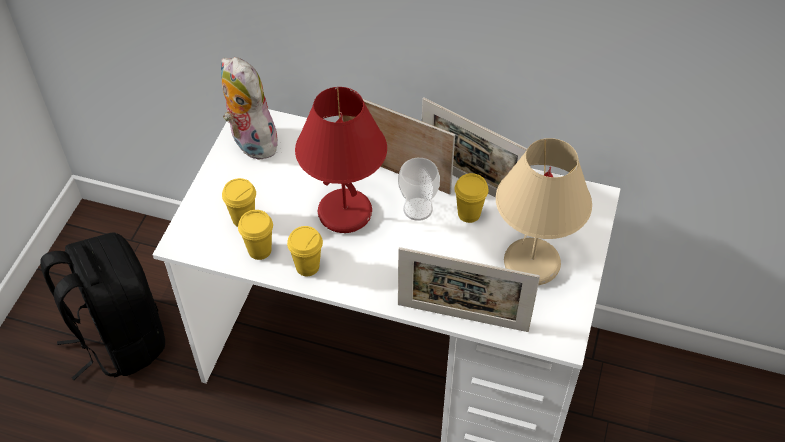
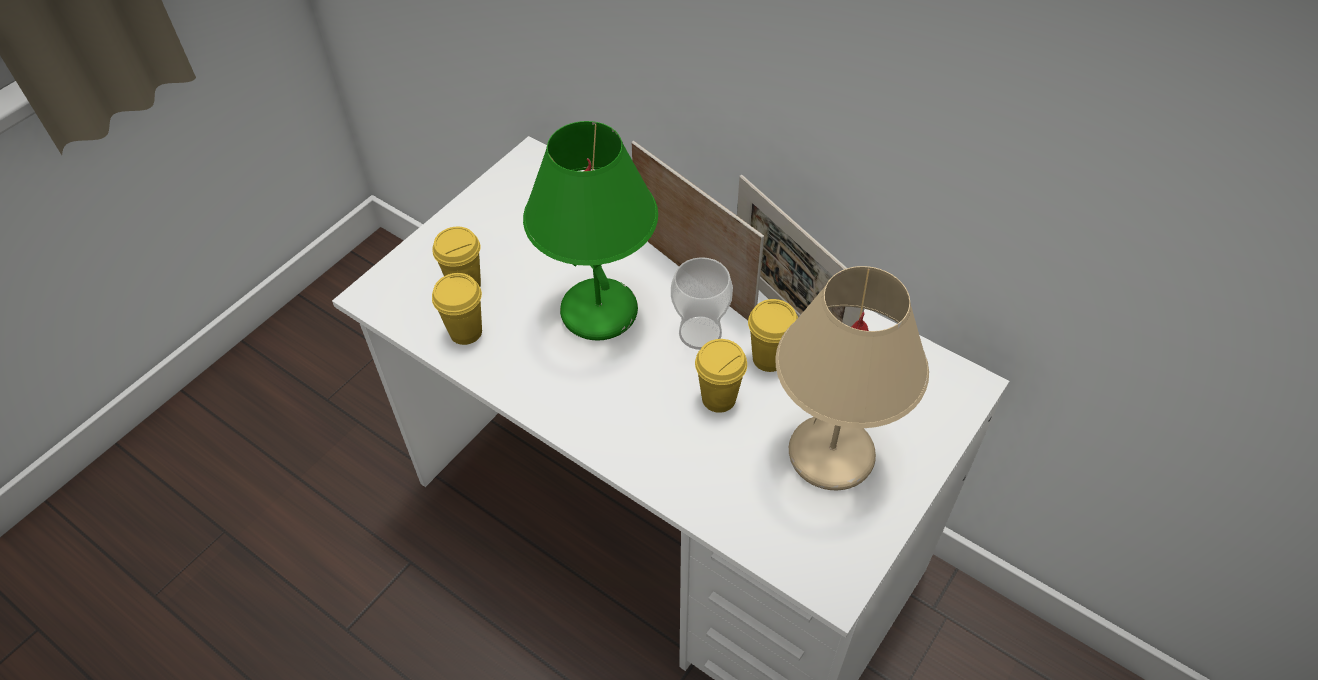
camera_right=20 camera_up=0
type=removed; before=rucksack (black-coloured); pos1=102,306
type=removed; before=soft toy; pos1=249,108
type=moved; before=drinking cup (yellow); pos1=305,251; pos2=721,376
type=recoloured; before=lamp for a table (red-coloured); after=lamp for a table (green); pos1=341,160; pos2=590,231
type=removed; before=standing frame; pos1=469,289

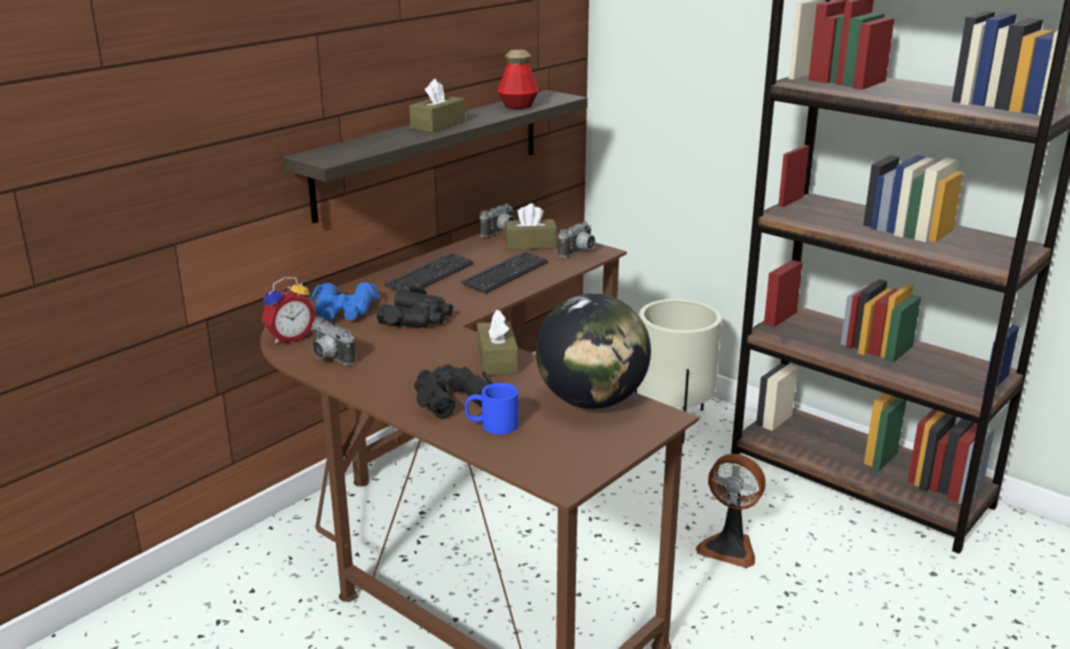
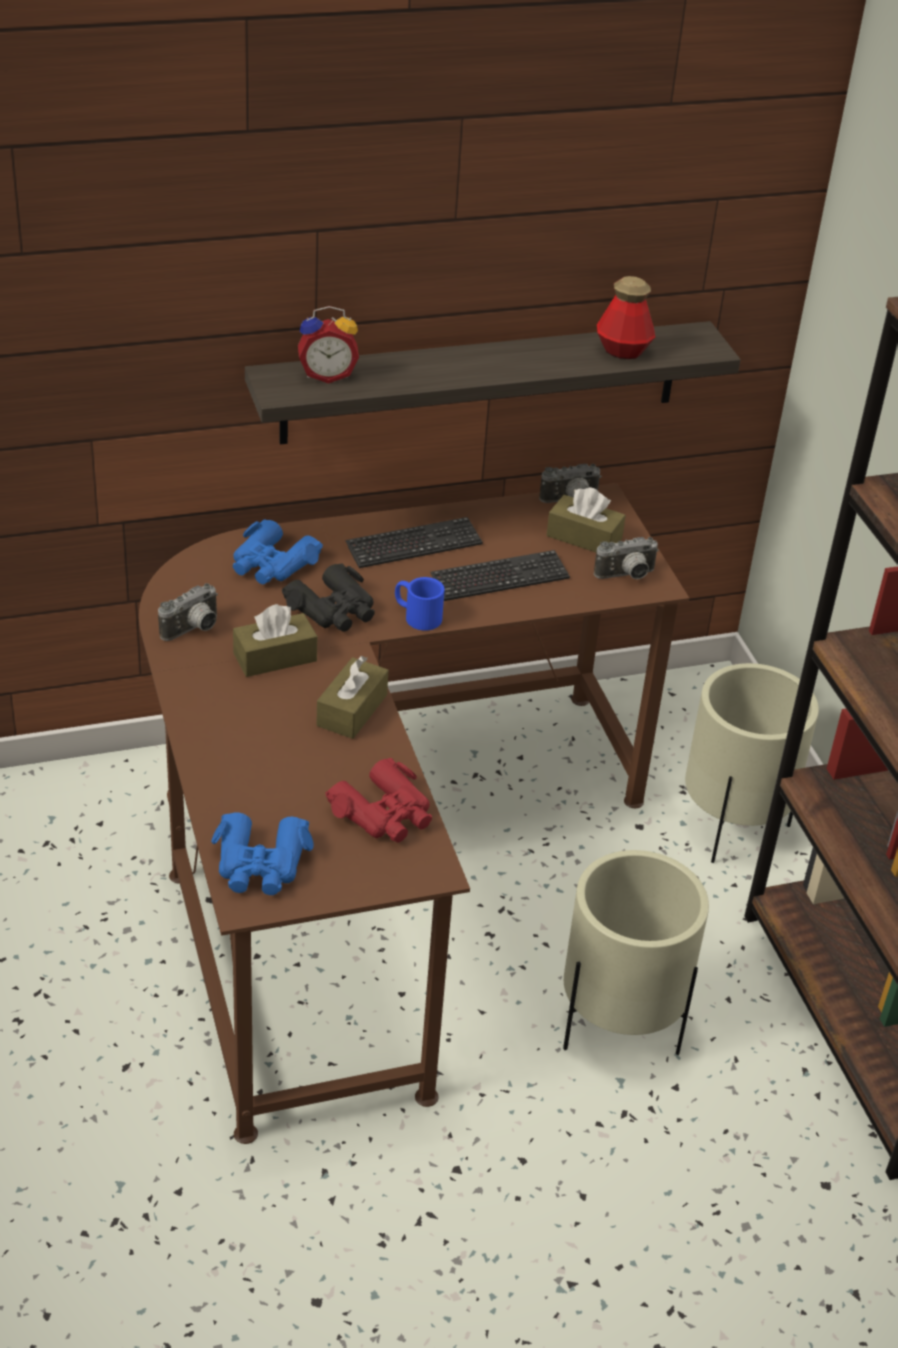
camera_right=30 camera_up=15
type=moved; before=bedside clock; pos1=288,310; pos2=328,345
type=turned; before=photo camera; pos1=333,341; pos2=188,612; turn=-120
type=moved; before=tissue box (brown-coloured); pos1=437,106; pos2=275,640
type=removed; before=pair of binoculars (black-coloured); pos1=454,391
type=moved; before=tea mug (blue-coloured); pos1=491,409; pos2=420,604
type=replaced; before=globe; after=pair of binoculars (red-coloured); pos1=593,351; pos2=378,800
type=replaced; before=cooling fan; after=planter (beige); pos1=731,511; pos2=636,952
type=added; after=pair of binoculars (blue-coloured); pos2=262,854

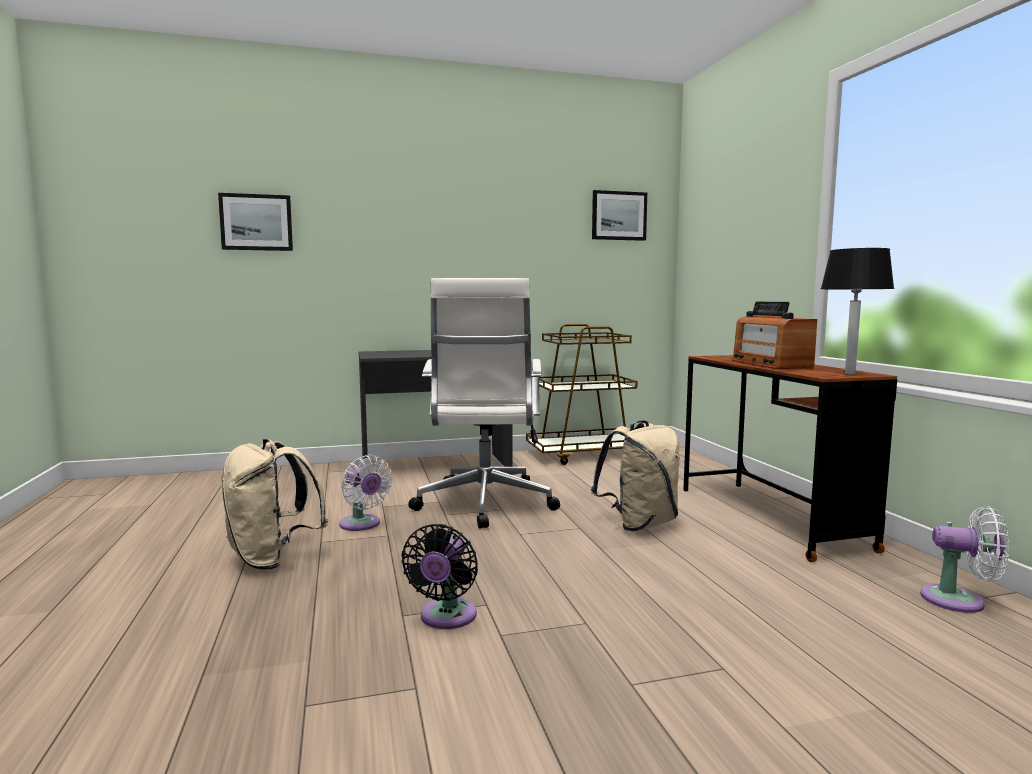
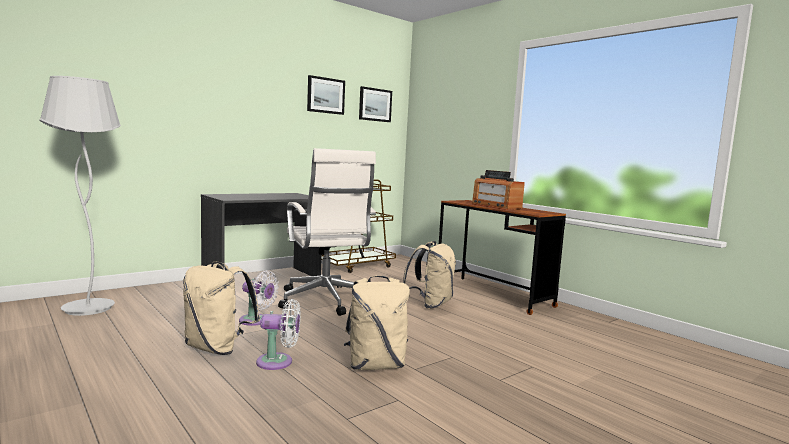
camera_right=-25 camera_up=0
type=moved; before=wall picture; pos1=255,222; pos2=326,95
type=replaced; before=cooling fan (black-coloured); after=rucksack (beige); pos1=439,576; pos2=377,322
type=removed; before=lamp for a table; pos1=857,311
type=moved; before=cooling fan (white-coloured); pos1=964,559; pos2=278,334
type=added; after=standard lamp (white-coloured); pos2=80,196

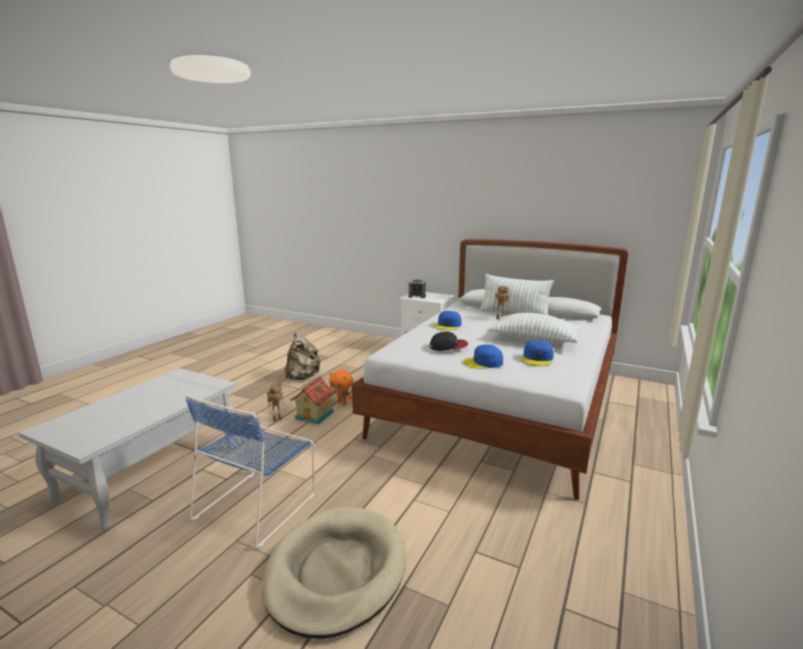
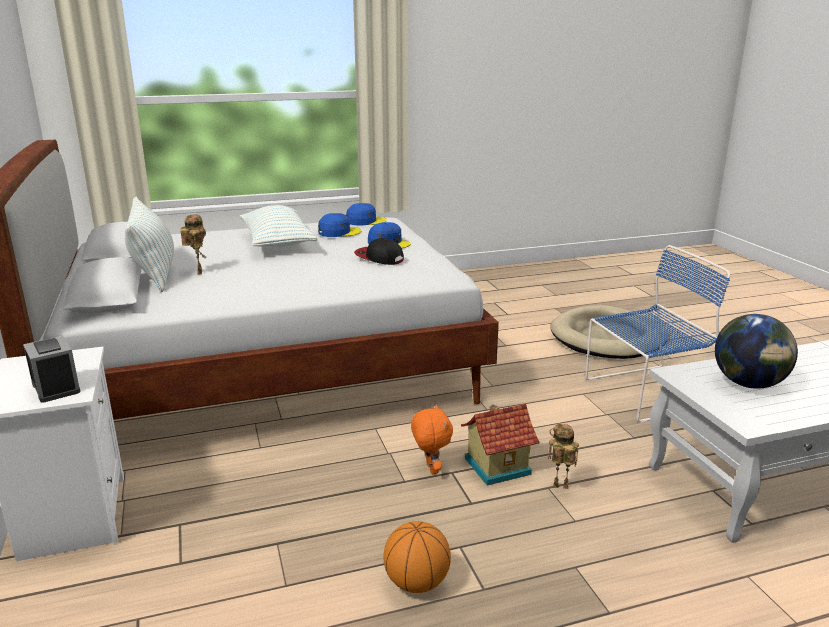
camera_right=-135 camera_up=5
type=replaced; before=rucksack (beige); after=basketball; pos1=302,356; pos2=417,557
type=moved; before=peaked cap (blue-coloured); pos1=448,320; pos2=366,214
type=added; after=globe; pos2=756,351

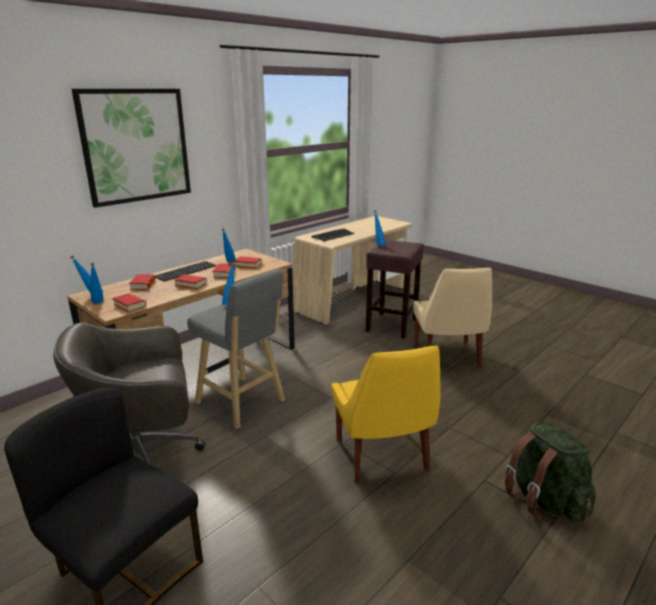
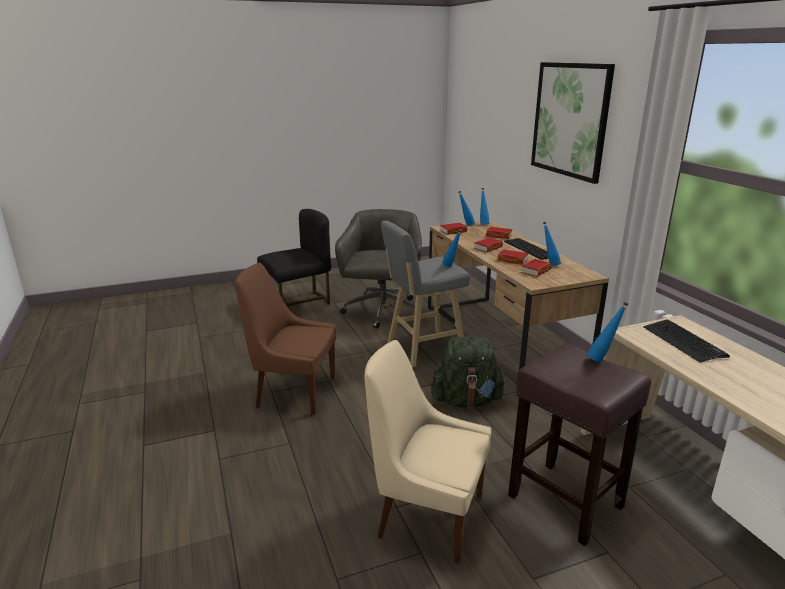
camera_right=115 camera_up=0
type=recoloured; before=chair (yellow); after=chair (brown-coloured); pos1=385,414; pos2=285,339
type=moved; before=rucksack (green); pos1=550,471; pos2=468,372

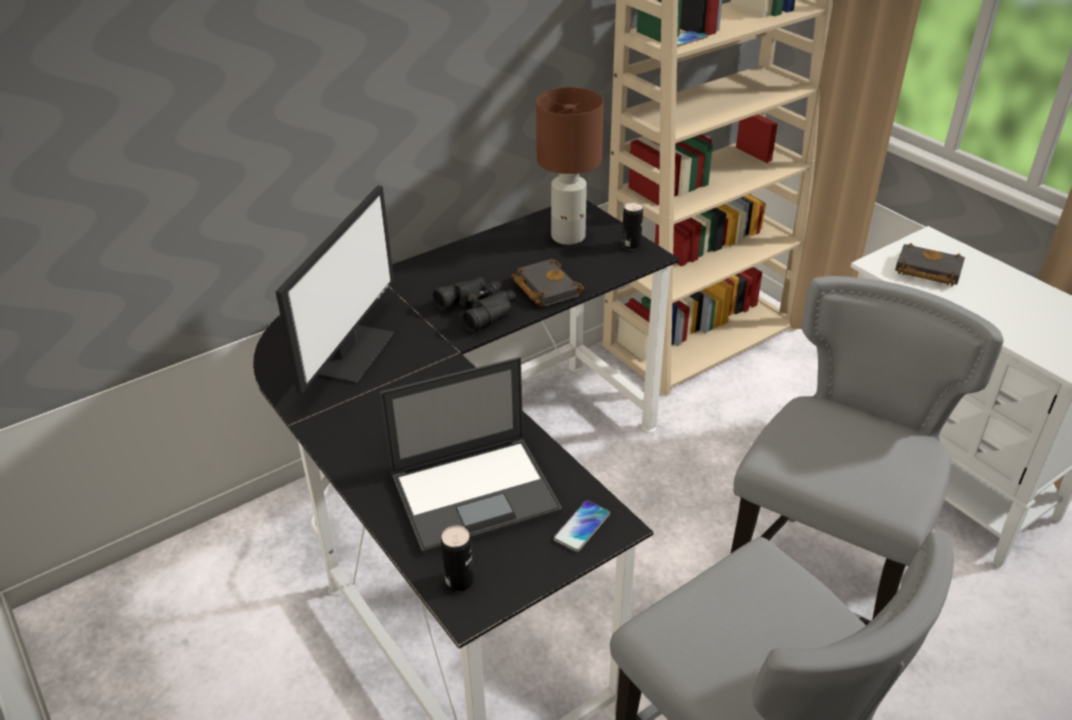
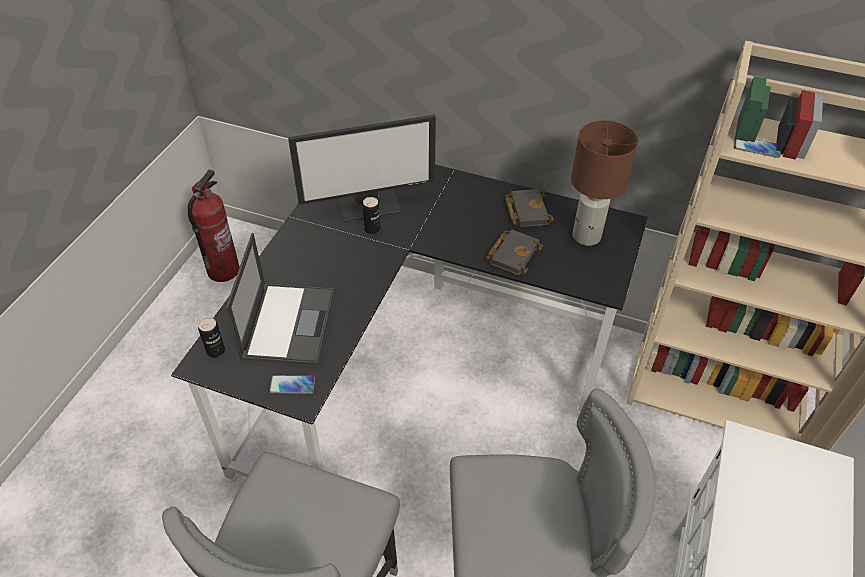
camera_right=55 camera_up=10
type=turned; before=laptop; pos1=471,456; pos2=280,299; turn=-120
type=removed; before=pair of binoculars (black-coloured); pos1=474,304
type=moved; before=metal can; pos1=632,226; pos2=371,215
type=moved; before=volume (black-coloured); pos1=930,264; pos2=529,208
type=added; after=fire extinguisher; pos2=213,225

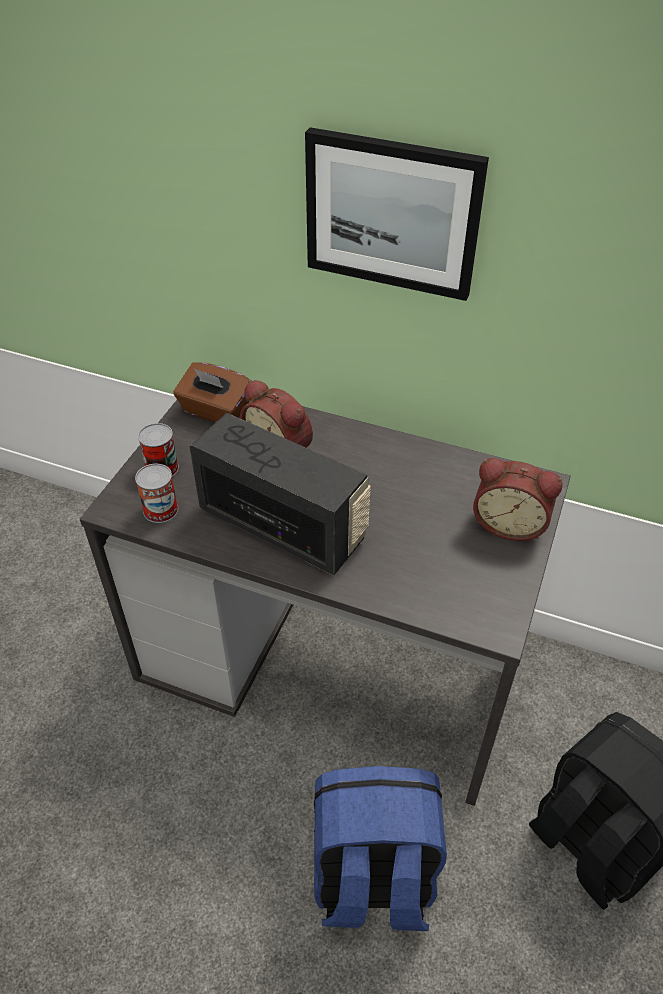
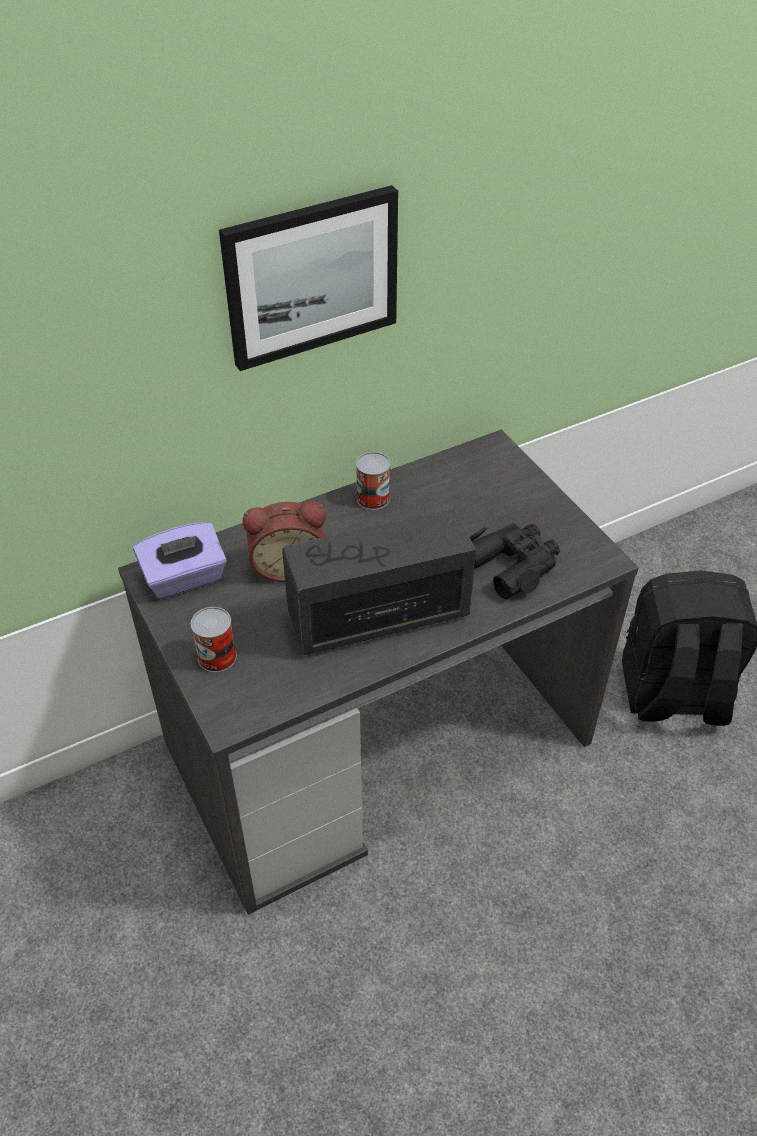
camera_right=-50 camera_up=0
type=moved; before=metal can; pos1=156,493; pos2=373,481
type=recoloured; before=tissue box (brown-coloured); after=tissue box (purple); pos1=212,392; pos2=180,560
type=removed; before=rucksack (blue-coloured); pos1=380,848
type=removed; before=bedside clock; pos1=518,499
type=added; after=pair of binoculars (black-coloured); pos2=515,561

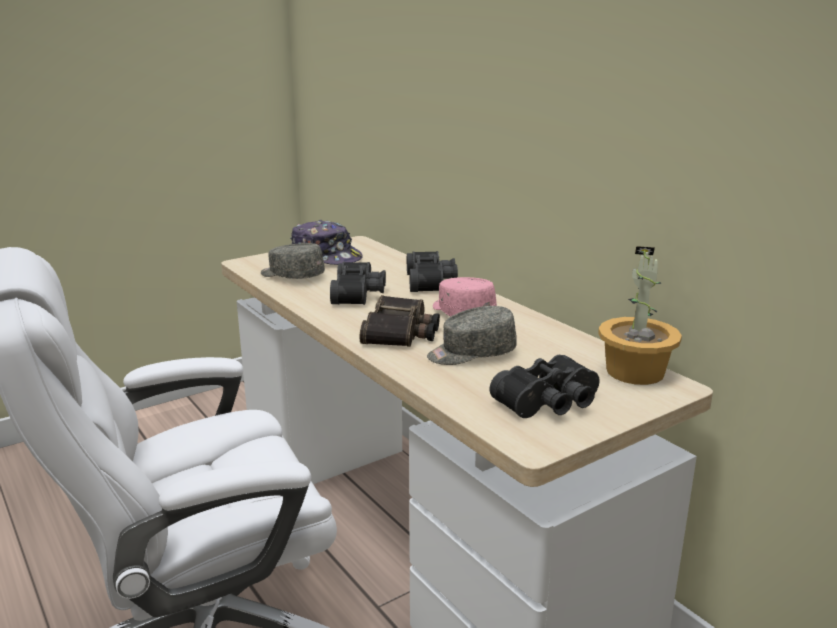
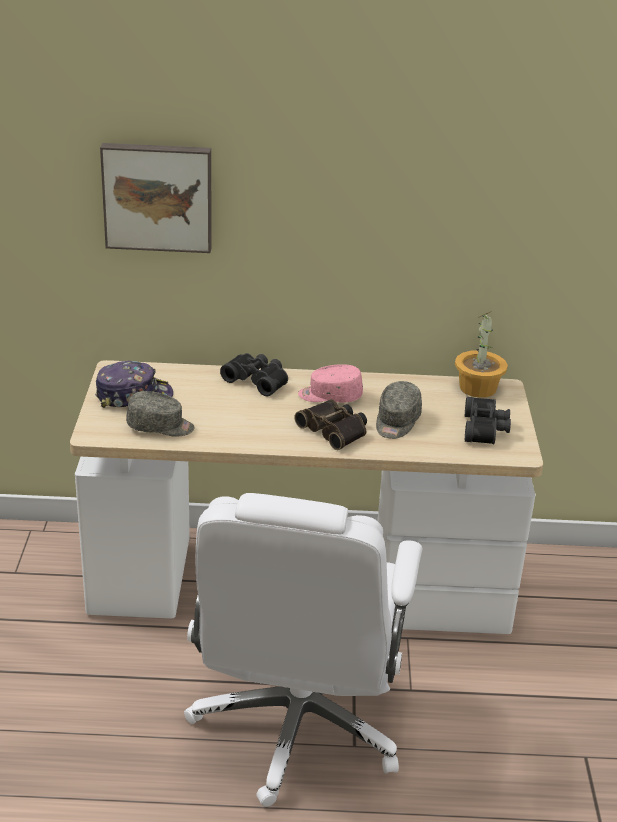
camera_right=-55 camera_up=10
type=turned; before=peaked cap (grey); pos1=293,261; pos2=160,414; turn=-150
type=removed; before=pair of binoculars (black-coloured); pos1=358,283
type=added; after=wall picture; pos2=156,198

